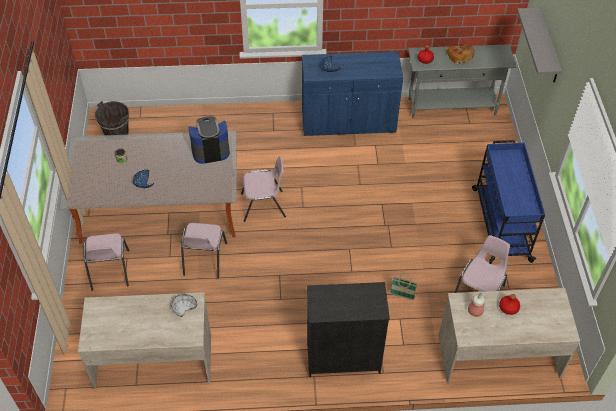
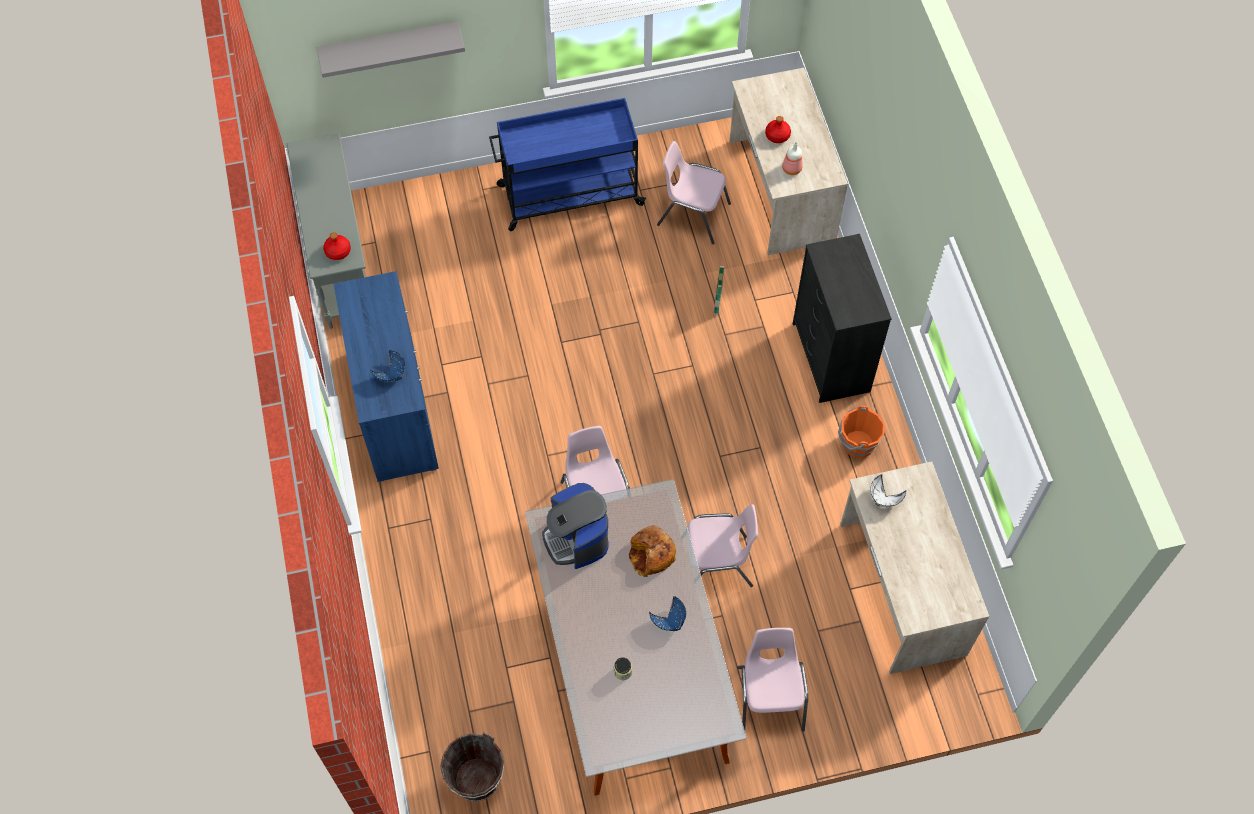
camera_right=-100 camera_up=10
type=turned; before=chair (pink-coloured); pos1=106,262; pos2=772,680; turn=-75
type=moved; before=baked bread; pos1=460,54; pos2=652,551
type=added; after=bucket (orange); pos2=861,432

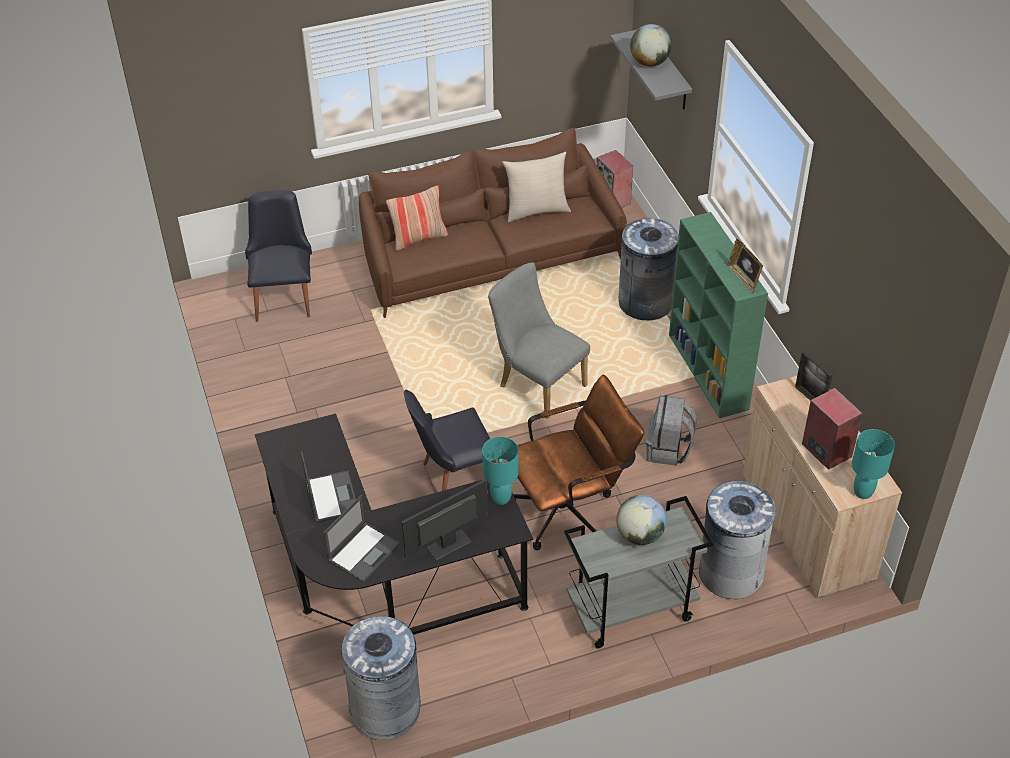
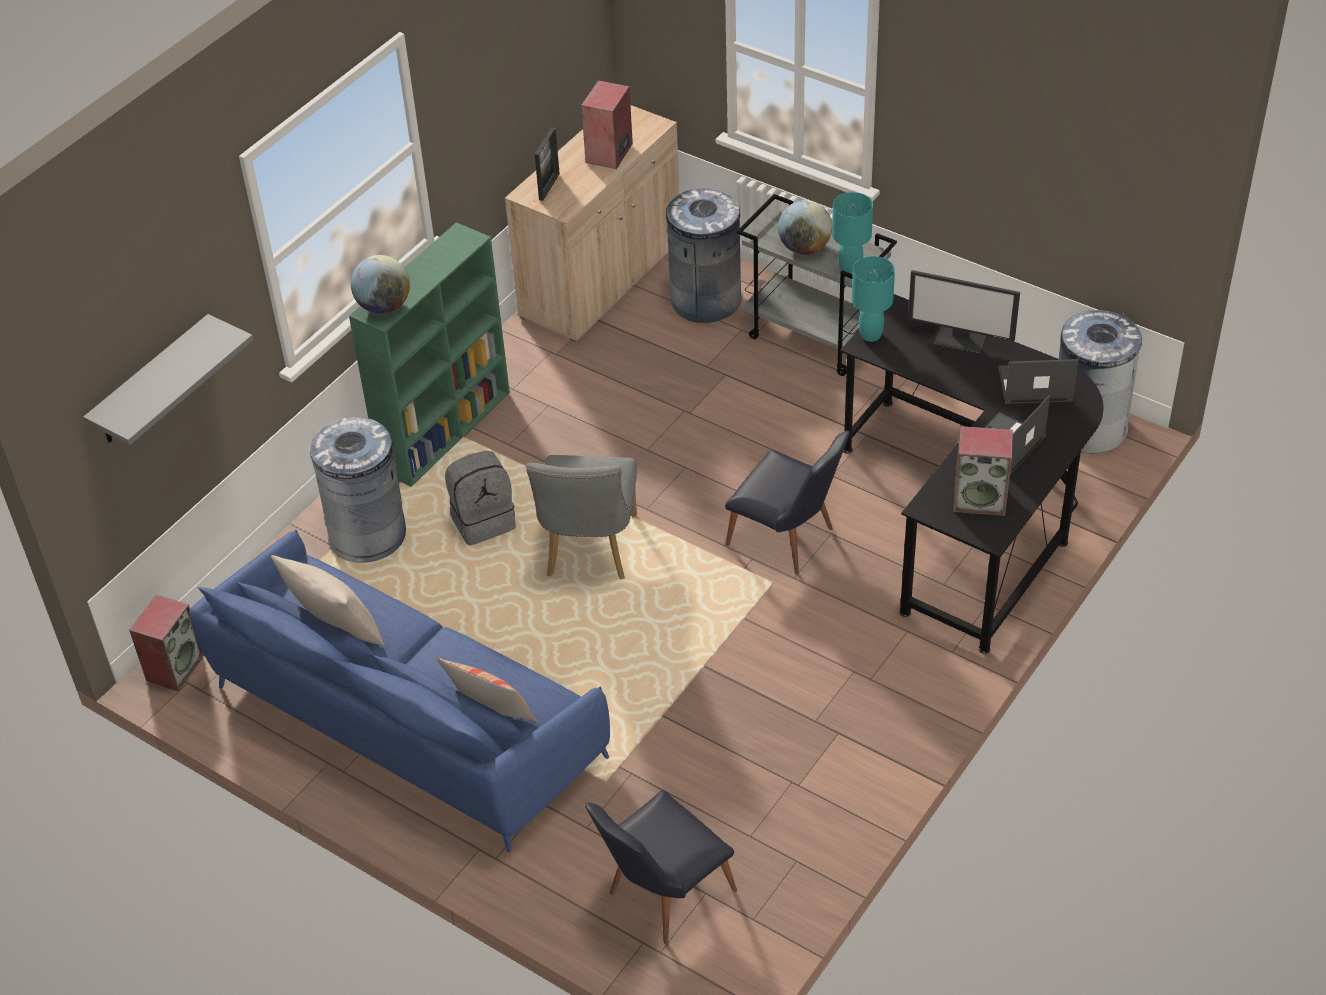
camera_right=-125 camera_up=0
type=recoloured; before=settee (brown-coloured); after=settee (blue-coloured); pos1=493,222; pos2=399,691
type=removed; before=computer chair (brown-coloured); pos1=576,463
type=moved; before=globe; pos1=651,45; pos2=380,284
type=moved; before=rucksack (grey); pos1=671,430; pos2=480,498
type=removed; before=standing frame; pos1=745,266
type=moved; before=lamp for a table (turquoise); pos1=873,464; pos2=852,233
type=added; after=audio speaker; pos2=983,471

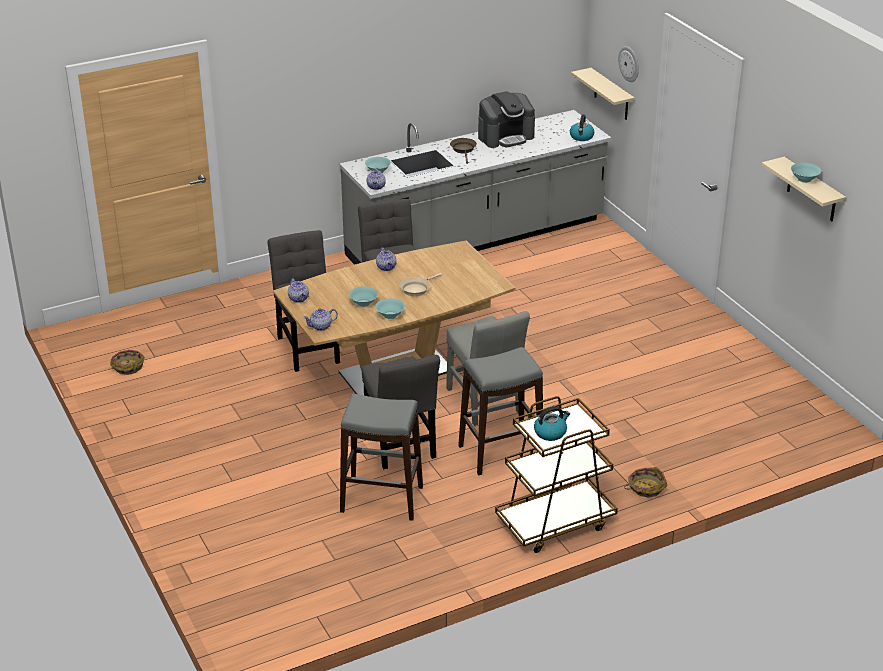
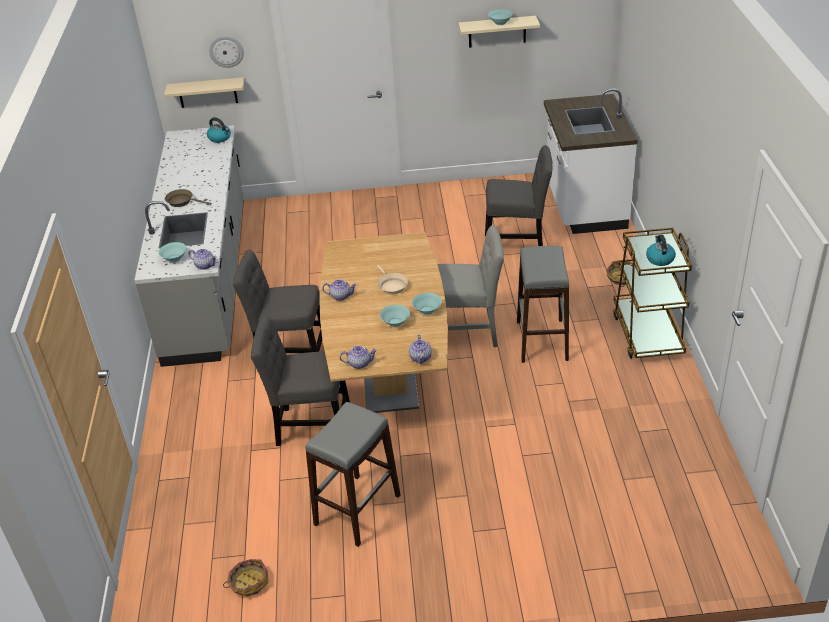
camera_right=-65 camera_up=5
type=moved; before=stool seat (grey); pos1=381,457; pos2=353,474
type=moved; before=chair (grey); pos1=401,412; pos2=518,195
type=removed; before=coffee machine; pos1=506,119
type=added; after=counter (white-coloured); pos2=590,161

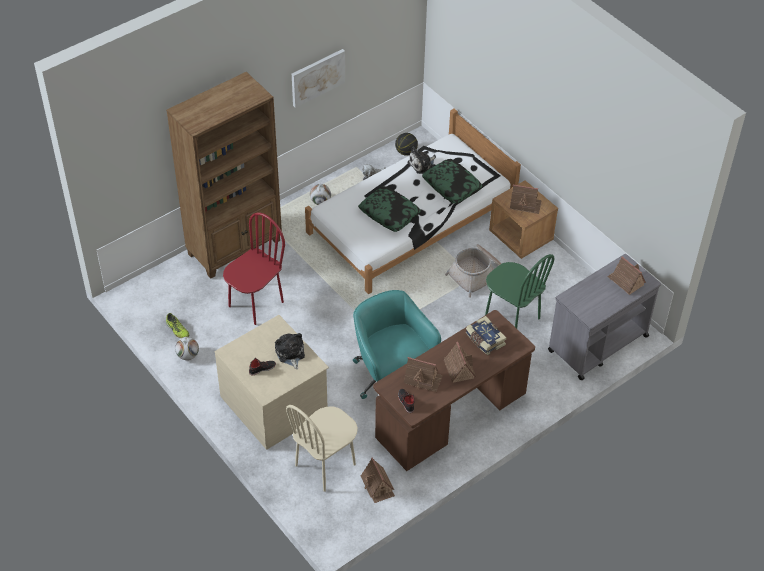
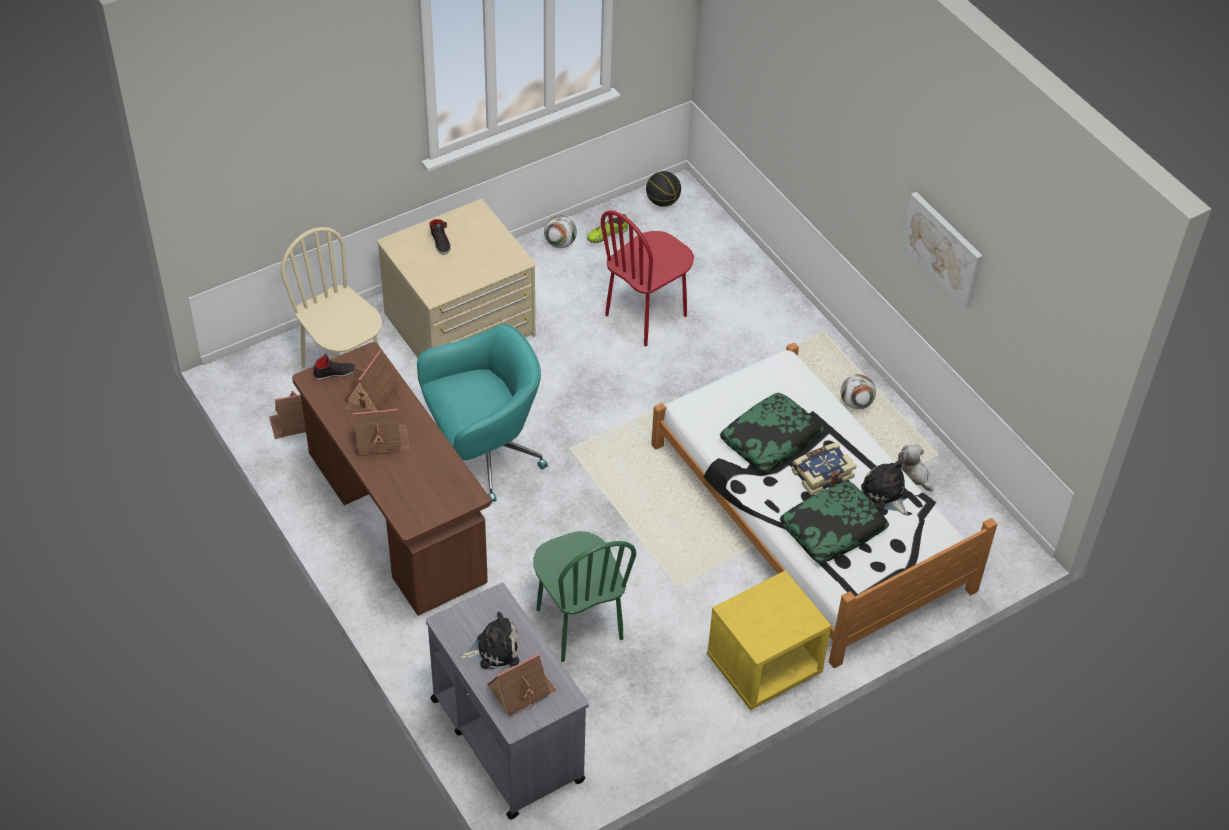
camera_right=95 camera_up=0
type=removed; before=bookshelf (brown-coloured); pos1=224,175
type=turned; before=chair (red-coloured); pos1=254,269; pos2=647,278; turn=90
type=moved; before=soft toy; pos1=290,351; pos2=489,641
type=moved; before=basketball; pos1=406,144; pos2=663,189
type=removed; before=household basket; pos1=473,271
type=moved; before=volume; pos1=486,335; pos2=823,469
type=turned; before=chair (green); pos1=519,291; pos2=584,596; turn=-75
type=recoloured; before=night table (brown-coloured); after=night table (yellow); pos1=523,219; pos2=769,640
type=removed; before=miniature house; pos1=526,199

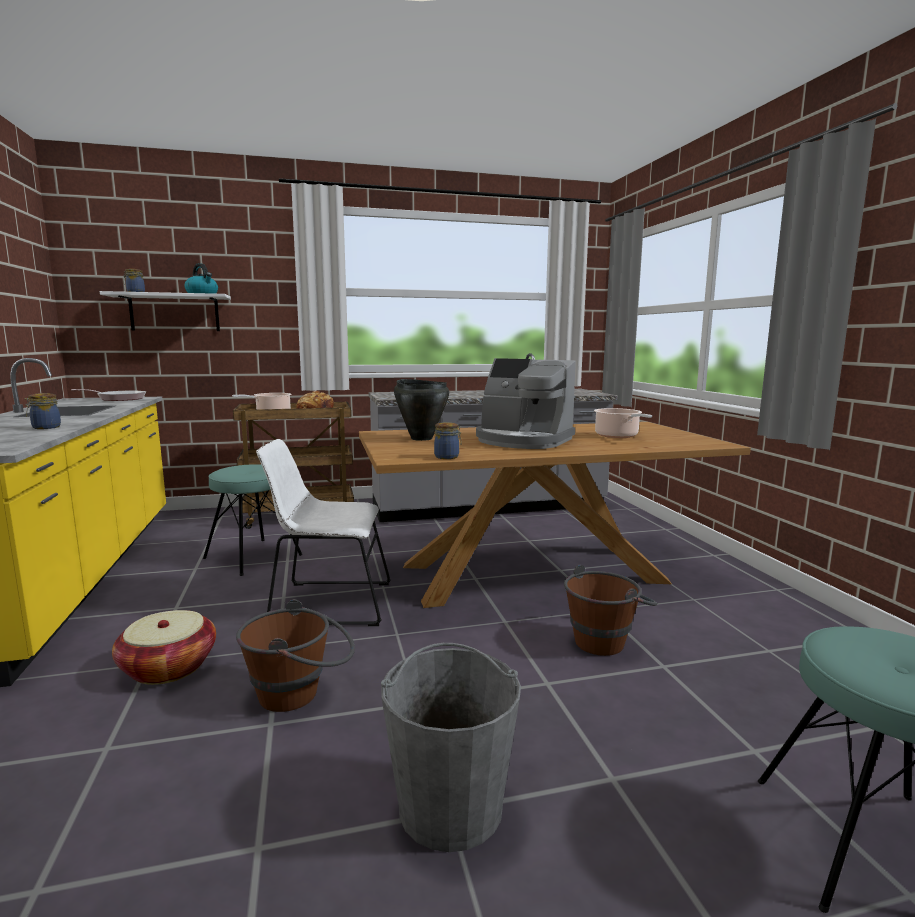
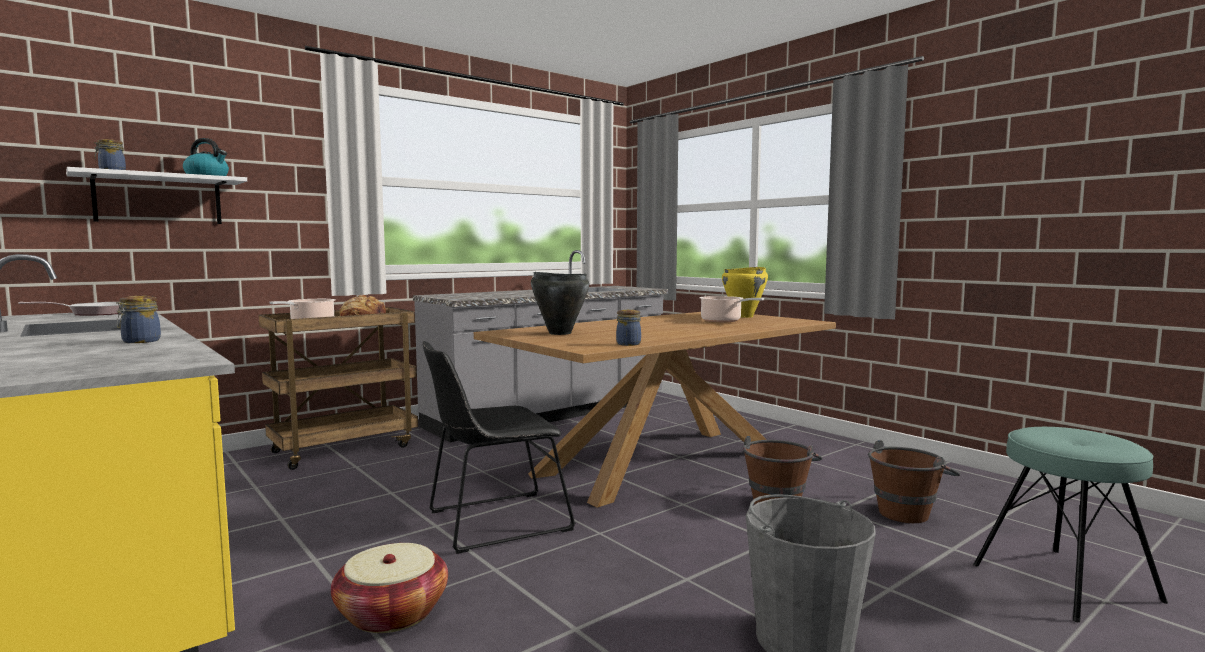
camera_right=-25 camera_up=-5
type=removed; before=stool seat (turquoise); pos1=252,520
type=moved; before=bucket (brown-coloured); pos1=295,655; pos2=914,481
type=recoloured; before=chair (white-coloured); after=chair (black-coloured); pos1=323,532; pos2=498,447
type=removed; before=coffee machine; pos1=526,403
type=added; after=cooking pot (yellow); pos2=745,292

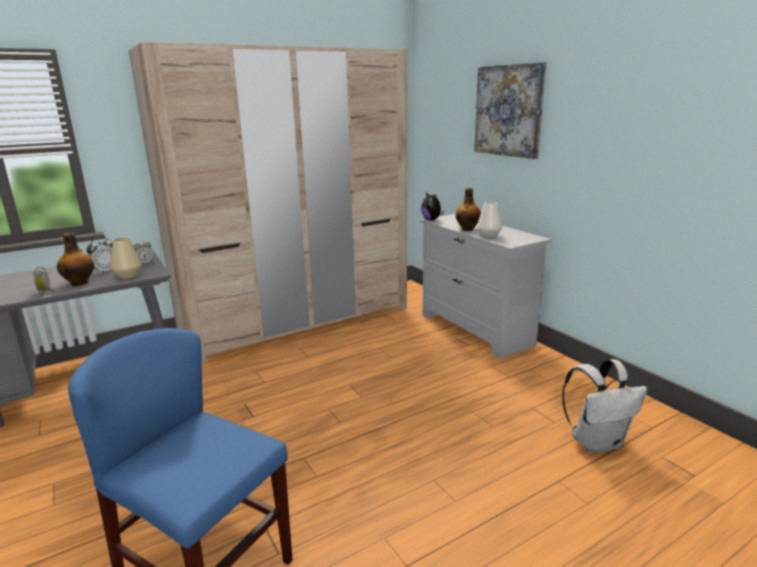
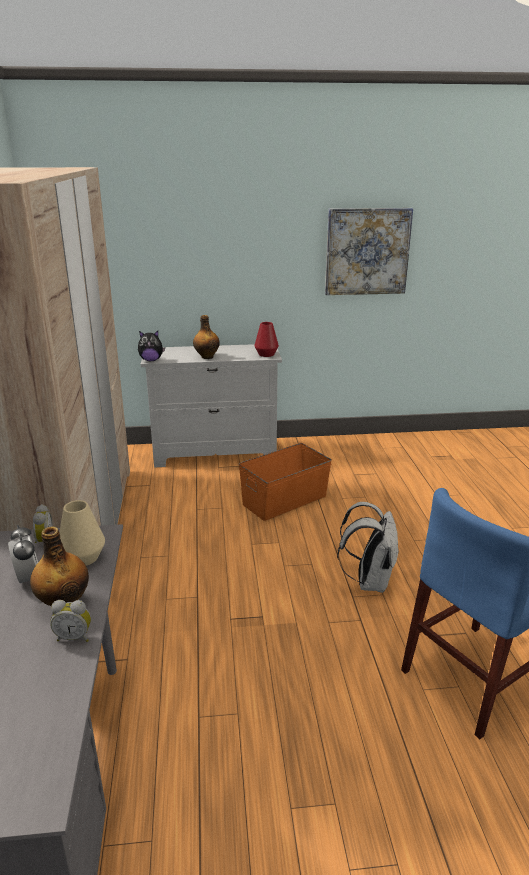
camera_right=-65 camera_up=5
type=moved; before=wall picture; pos1=510,110; pos2=369,251
type=removed; before=flower vase (white-coloured); pos1=489,220
type=moved; before=rucksack (white-coloured); pos1=604,406; pos2=368,547
type=added; after=storage bin (orange); pos2=285,482
type=added; after=flower vase (red-coloured); pos2=266,339

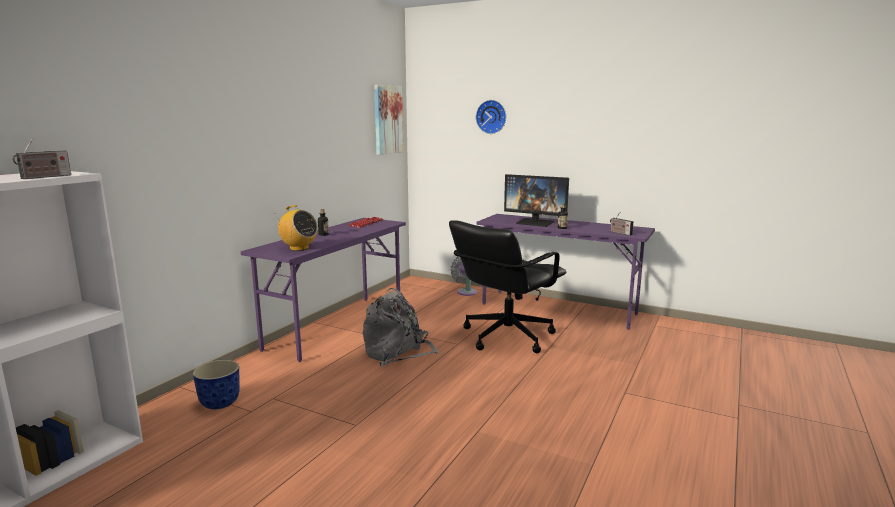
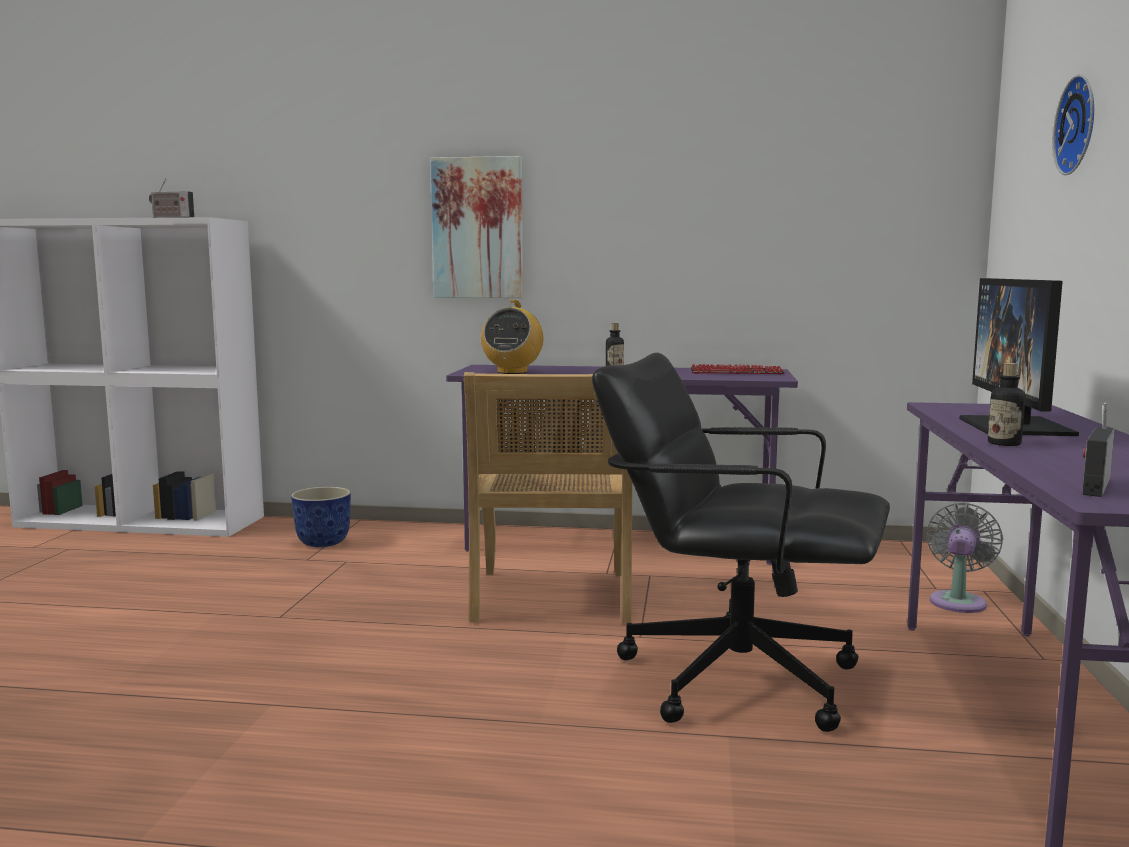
camera_right=70 camera_up=-5
type=replaced; before=rucksack (grey); after=chair (beige); pos1=401,327; pos2=548,497
type=moved; before=wall picture; pos1=389,120; pos2=477,227

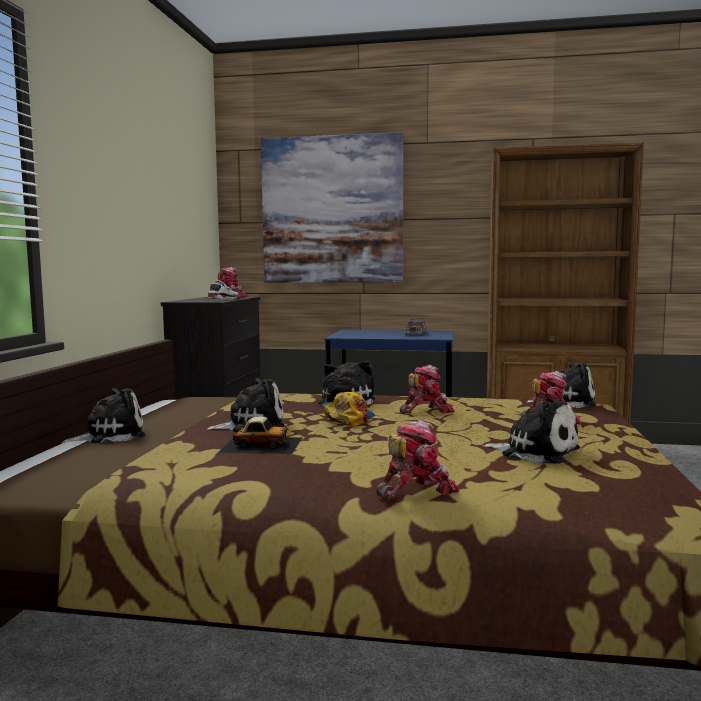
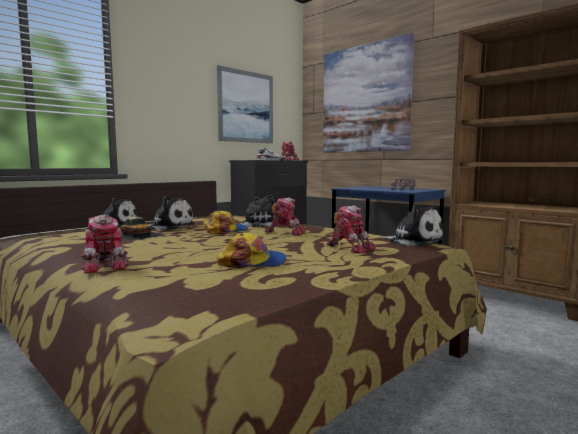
camera_right=35 camera_up=0
type=turned; before=robot figure; pos1=418,459; pos2=104,244; turn=60
type=replaced; before=soft toy; after=peaked cap; pos1=531,431; pos2=252,250
type=added; after=wall picture; pos2=245,104

